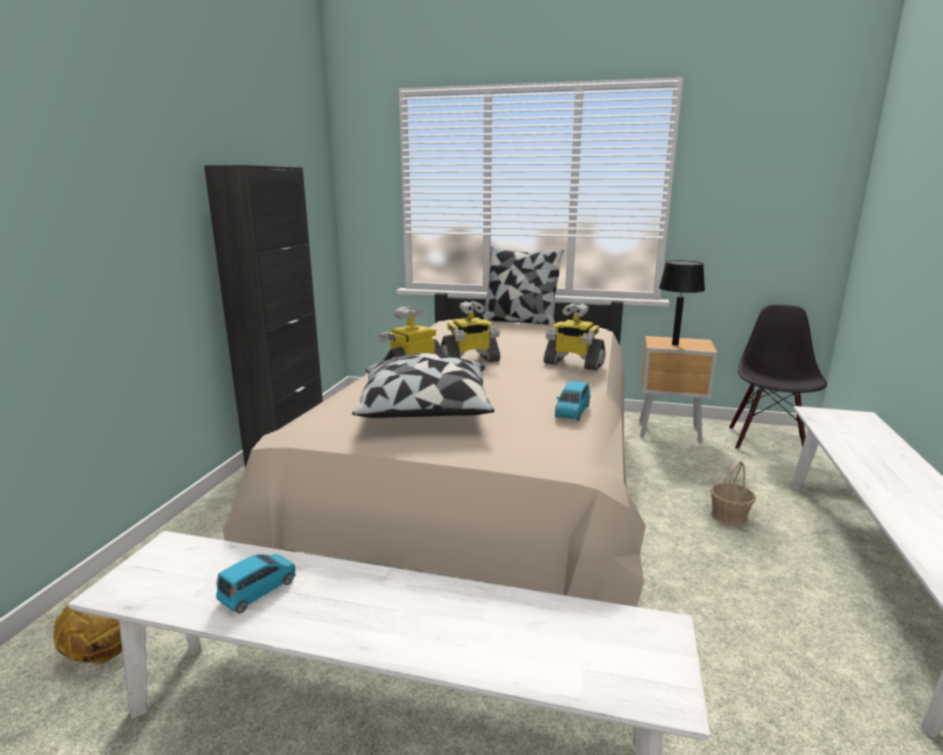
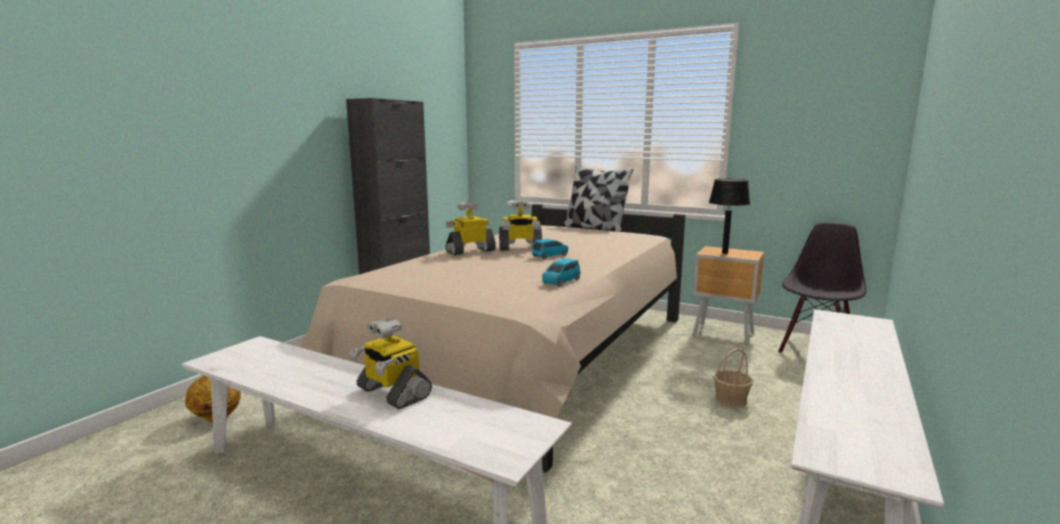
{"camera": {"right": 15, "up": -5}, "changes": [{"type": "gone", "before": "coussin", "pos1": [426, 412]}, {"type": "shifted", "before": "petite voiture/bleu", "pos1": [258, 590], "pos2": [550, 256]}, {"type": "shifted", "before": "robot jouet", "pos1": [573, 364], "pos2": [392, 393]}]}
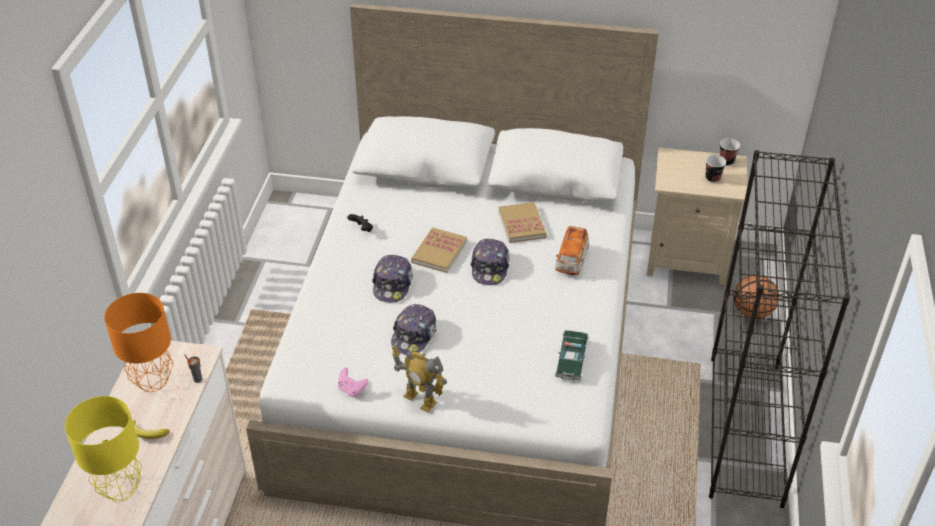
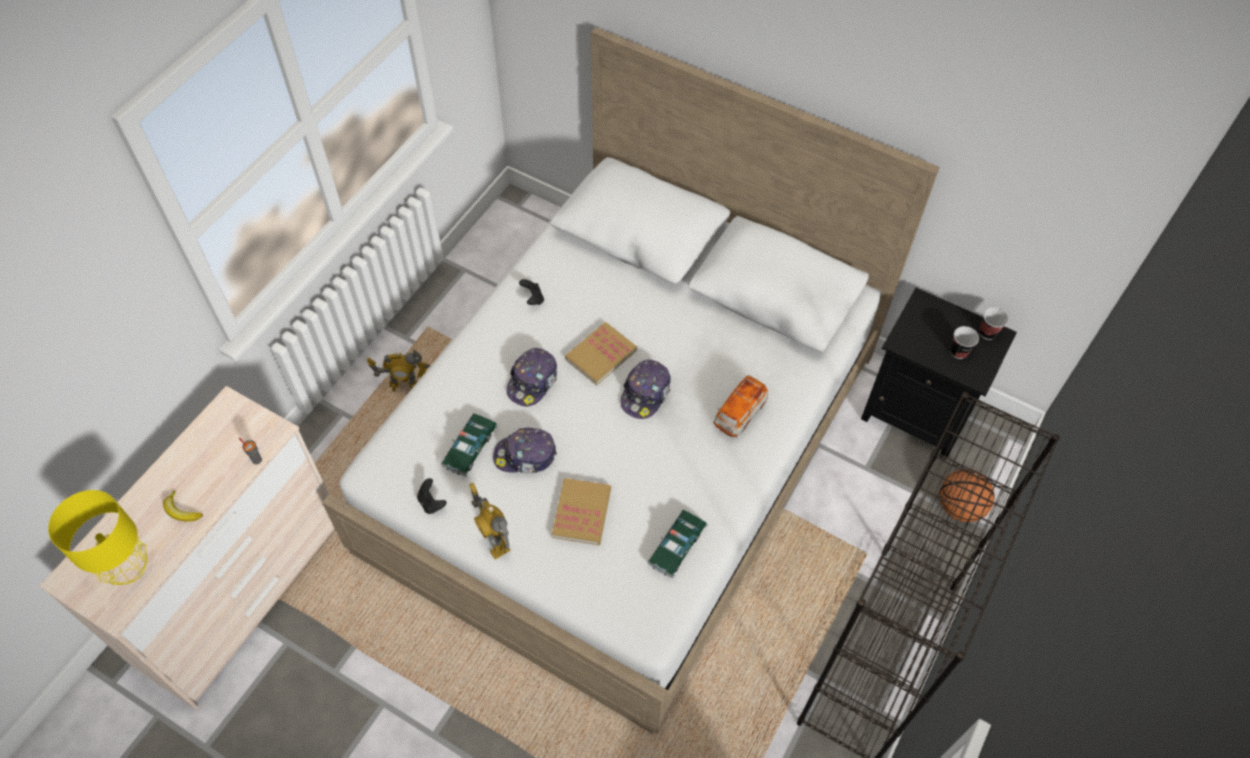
{"camera": {"right": 20, "up": 15}, "changes": [{"type": "gone", "before": "lampe de table/orange", "pos1": [153, 380]}, {"type": "new", "after": "robot jouet", "pos2": [405, 388]}, {"type": "new", "after": "petite voiture", "pos2": [470, 448]}, {"type": "shifted", "before": "livre", "pos1": [522, 224], "pos2": [581, 513]}, {"type": "repainted", "before": "manette/rose", "after": "manette/noir", "pos1": [351, 389], "pos2": [431, 502]}, {"type": "repainted", "before": "table de chevet/beige", "after": "table de chevet/noir", "pos1": [686, 259], "pos2": [917, 412]}, {"type": "rotated", "before": "casquette", "pos1": [414, 335], "pos2": [525, 456], "turn": 45}]}
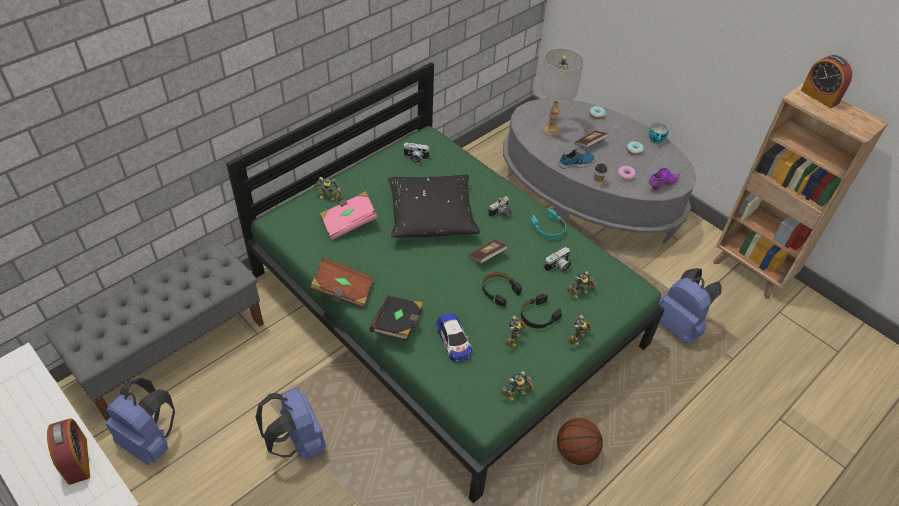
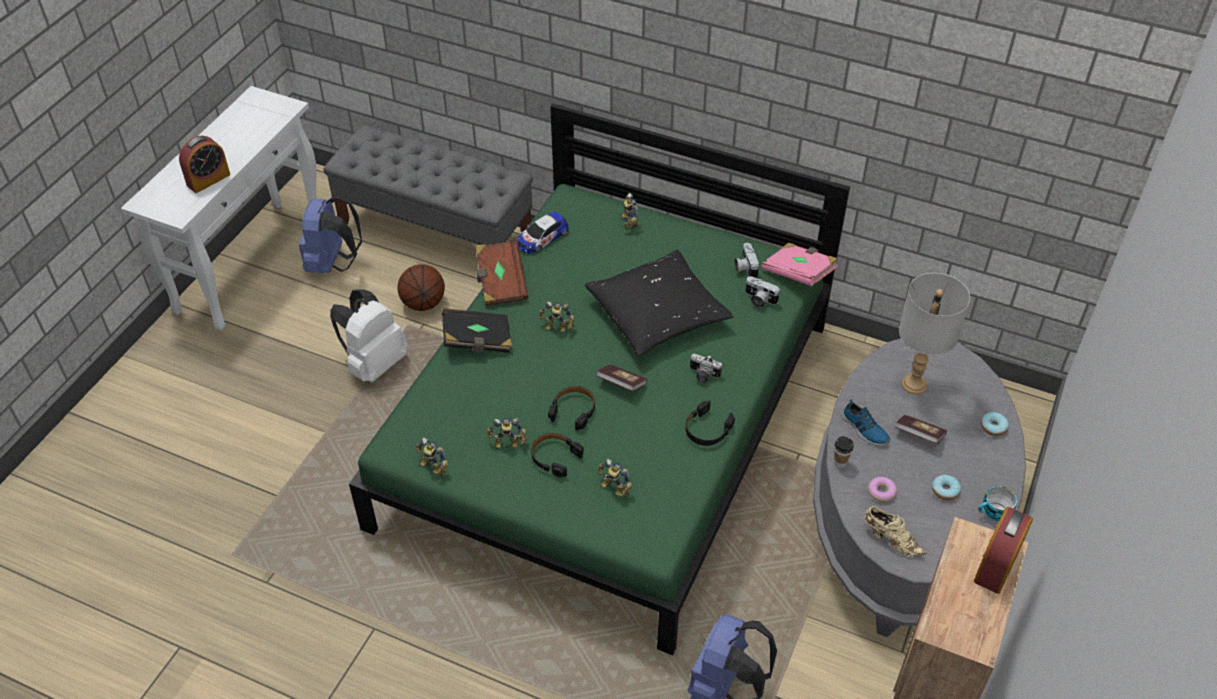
{"camera": {"right": 70, "up": 0}, "changes": [{"type": "shifted", "before": "livre/rose", "pos1": [349, 223], "pos2": [799, 274]}, {"type": "shifted", "before": "petite voiture", "pos1": [453, 340], "pos2": [542, 237]}, {"type": "shifted", "before": "appareil photo", "pos1": [558, 266], "pos2": [759, 300]}, {"type": "shifted", "before": "ballon de basket", "pos1": [575, 452], "pos2": [423, 303]}, {"type": "shifted", "before": "robot jouet", "pos1": [578, 339], "pos2": [556, 328]}, {"type": "repainted", "before": "sac à dos/bleu", "after": "sac à dos/blanc", "pos1": [298, 442], "pos2": [374, 364]}, {"type": "repainted", "before": "casque audio/turquoise", "after": "casque audio/noir", "pos1": [548, 229], "pos2": [707, 429]}, {"type": "repainted", "before": "chaussure/violet", "after": "chaussure/beige", "pos1": [661, 185], "pos2": [890, 539]}]}
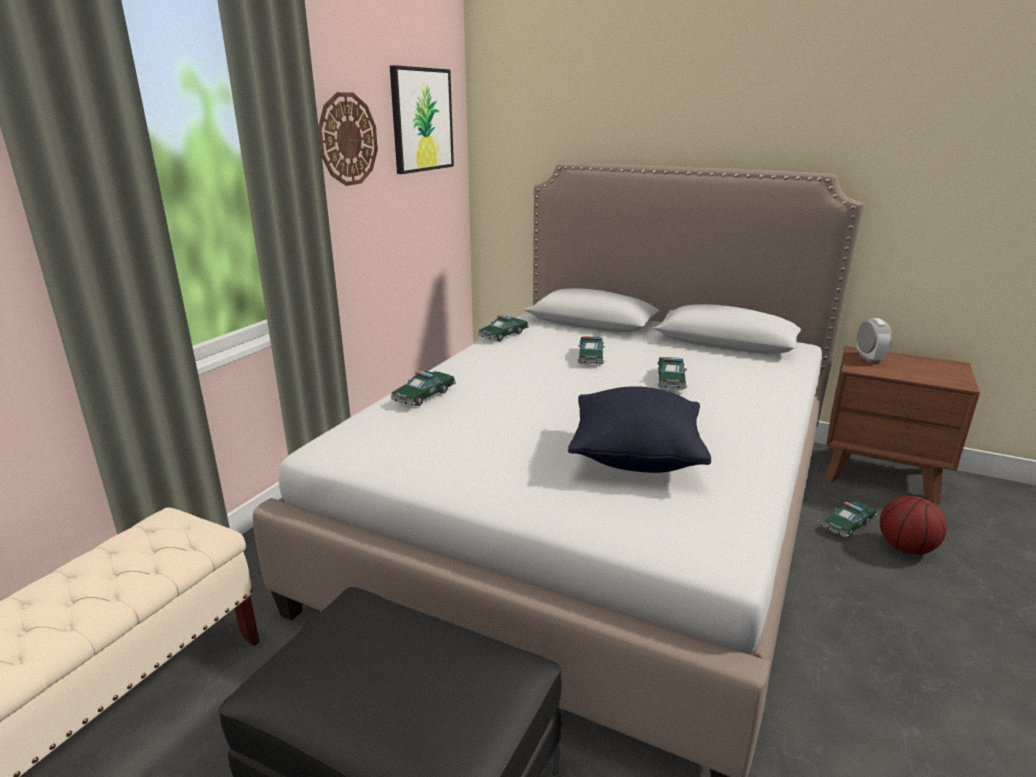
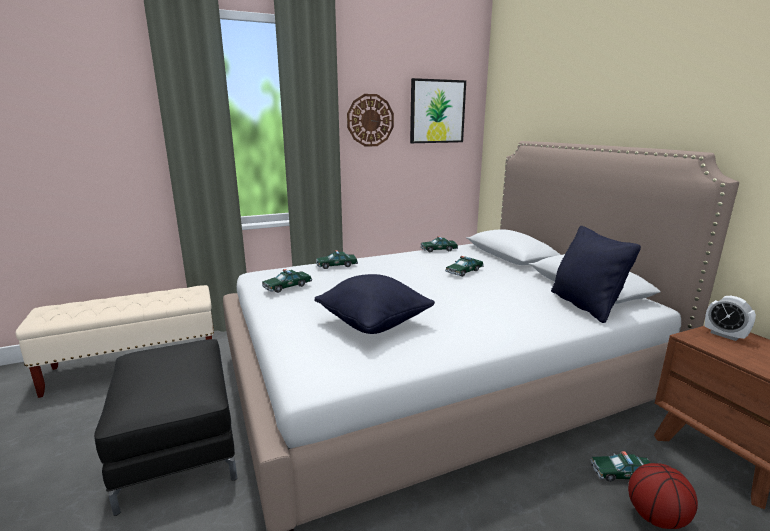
{"camera": {"right": 40, "up": -5}, "changes": [{"type": "new", "after": "coussin/noir", "pos2": [584, 305]}, {"type": "shifted", "before": "petite voiture", "pos1": [670, 380], "pos2": [287, 286]}, {"type": "rotated", "before": "réveil", "pos1": [869, 358], "pos2": [724, 335], "turn": 105}]}
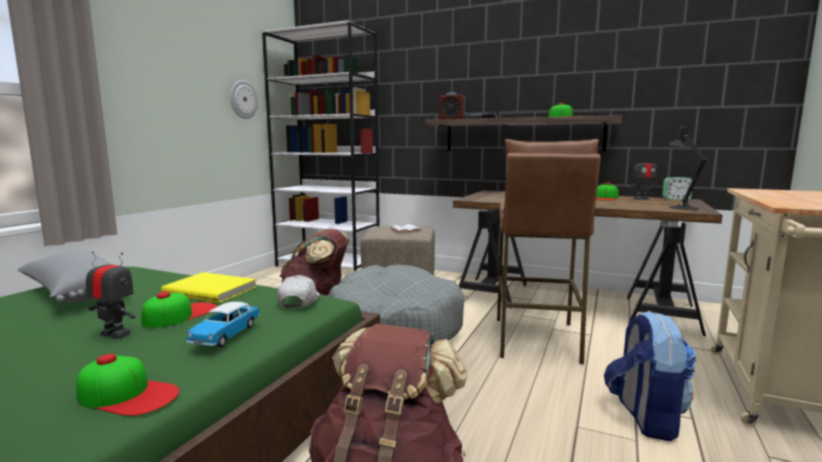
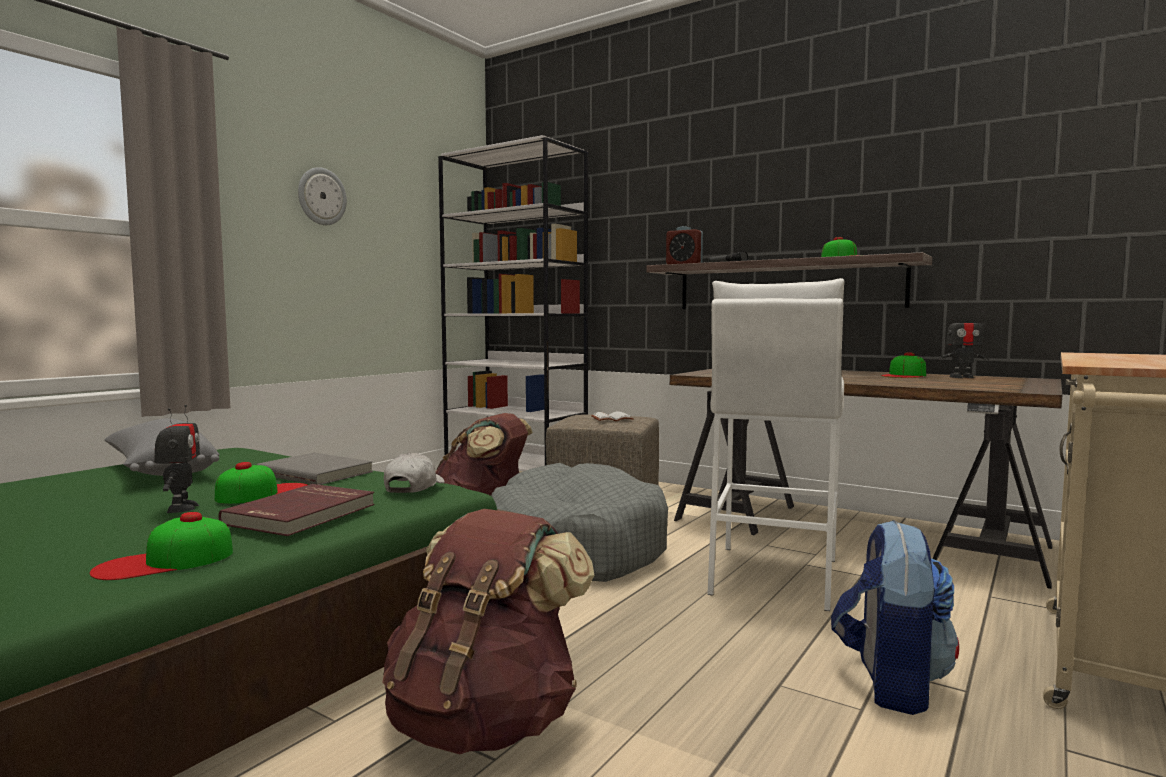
{"camera": {"right": 10, "up": -5}, "changes": [{"type": "gone", "before": "réveil", "pos1": [676, 199]}, {"type": "gone", "before": "lampe de table/noir", "pos1": [681, 207]}, {"type": "shifted", "before": "horloge murale", "pos1": [243, 99], "pos2": [321, 196]}, {"type": "swapped", "before": "petite voiture", "after": "livre/rouge", "pos1": [225, 335], "pos2": [302, 514]}, {"type": "repainted", "before": "livre/jaune", "after": "livre/gris", "pos1": [211, 290], "pos2": [317, 473]}, {"type": "repainted", "before": "tabouret/marron", "after": "tabouret/blanc", "pos1": [536, 339], "pos2": [772, 576]}, {"type": "rotated", "before": "casquette", "pos1": [128, 394], "pos2": [164, 562], "turn": 120}, {"type": "rotated", "before": "robot jouet", "pos1": [115, 334], "pos2": [181, 508], "turn": 45}]}
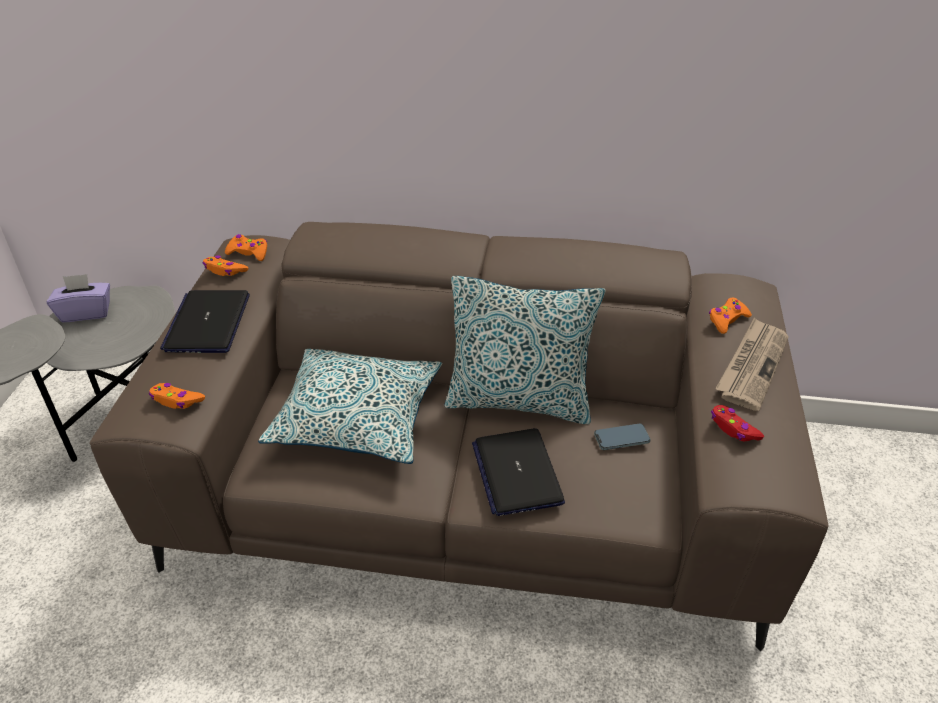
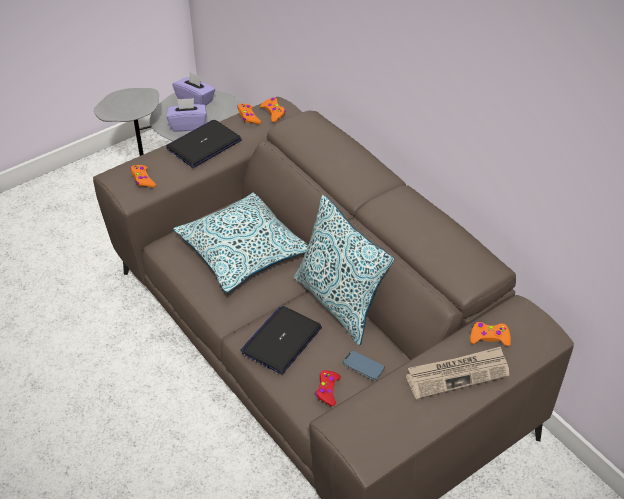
{"camera": {"right": 45, "up": 5}, "changes": [{"type": "new", "after": "boîte à mouchoirs/violet", "pos2": [188, 125]}, {"type": "shifted", "before": "manette/rouge", "pos1": [733, 429], "pos2": [327, 390]}]}
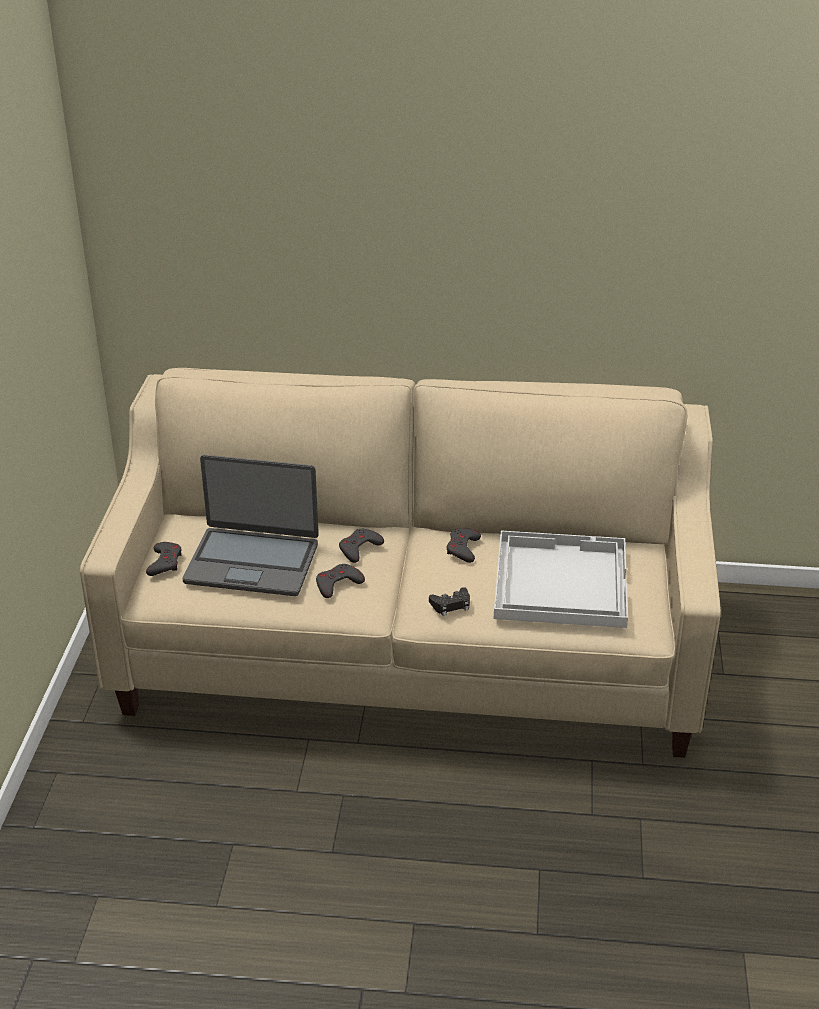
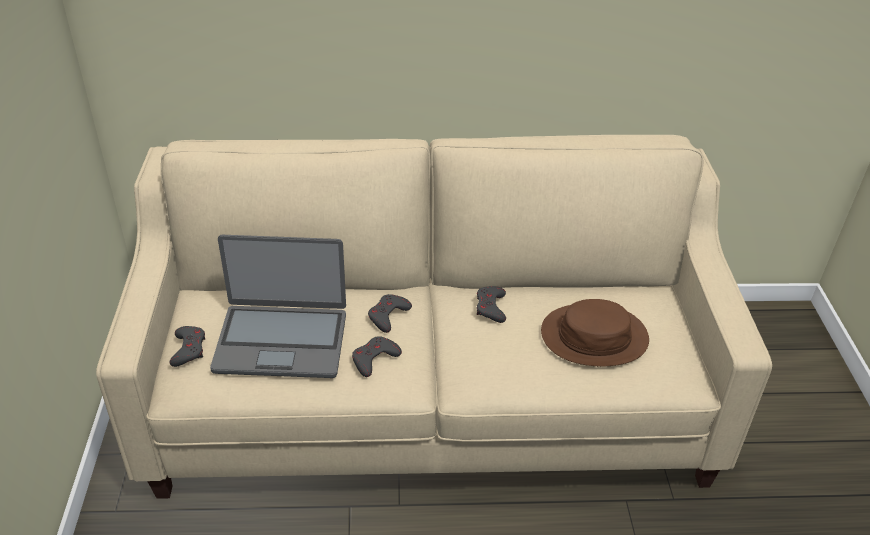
{"camera": {"right": -10, "up": 5}, "changes": [{"type": "gone", "before": "manette/noir", "pos1": [451, 605]}, {"type": "swapped", "before": "plateau/blanc", "after": "chapeau/marron", "pos1": [559, 581], "pos2": [594, 336]}]}
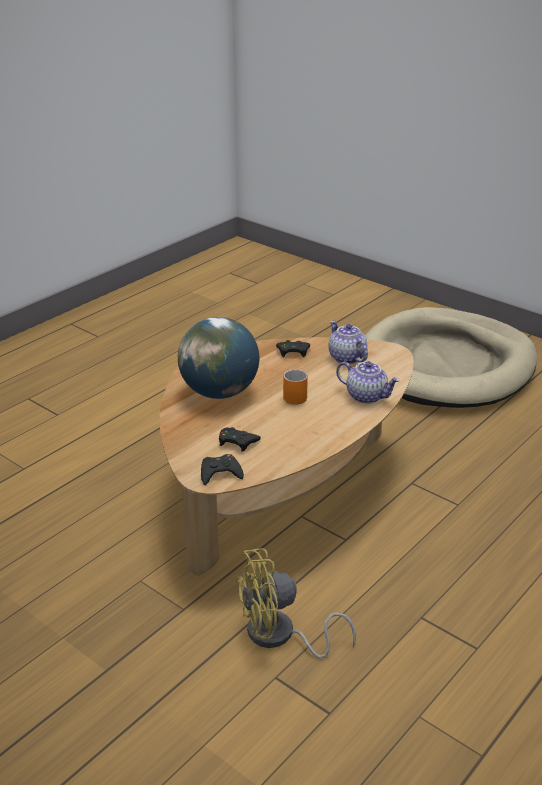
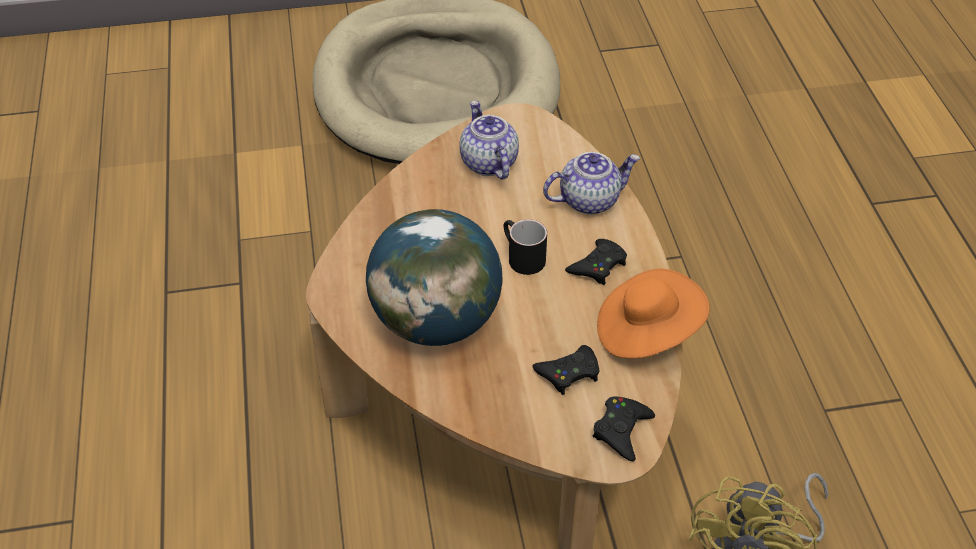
{"camera": {"right": -50, "up": 15}, "changes": [{"type": "new", "after": "chapeau/orange", "pos2": [646, 332]}, {"type": "shifted", "before": "manette/noir", "pos1": [293, 352], "pos2": [598, 266]}, {"type": "repainted", "before": "mug/orange", "after": "mug/noir", "pos1": [294, 395], "pos2": [521, 258]}, {"type": "rotated", "before": "théière", "pos1": [346, 358], "pos2": [488, 162], "turn": 60}]}
